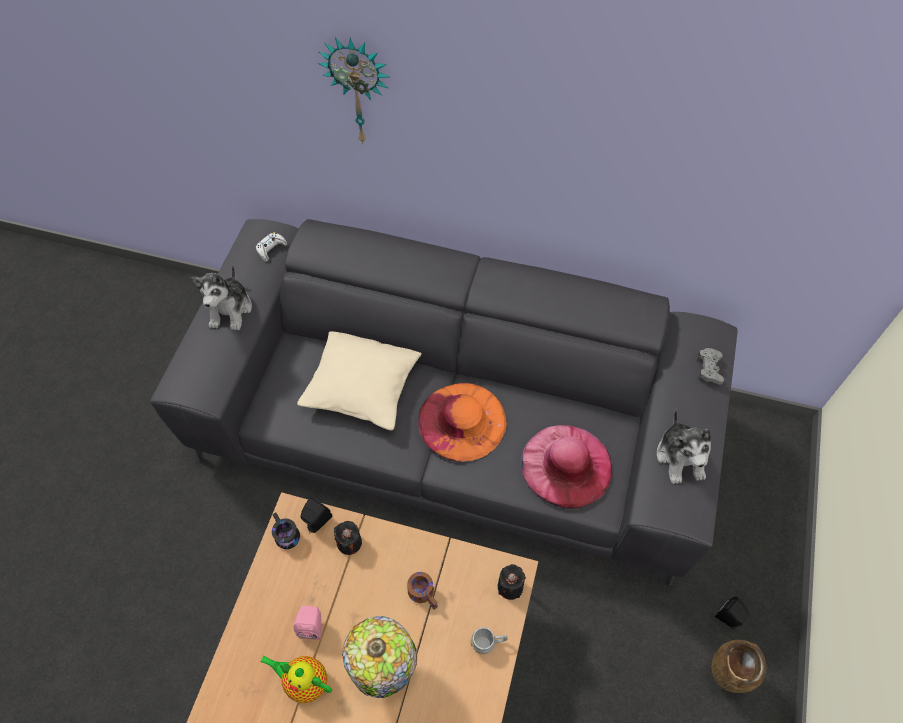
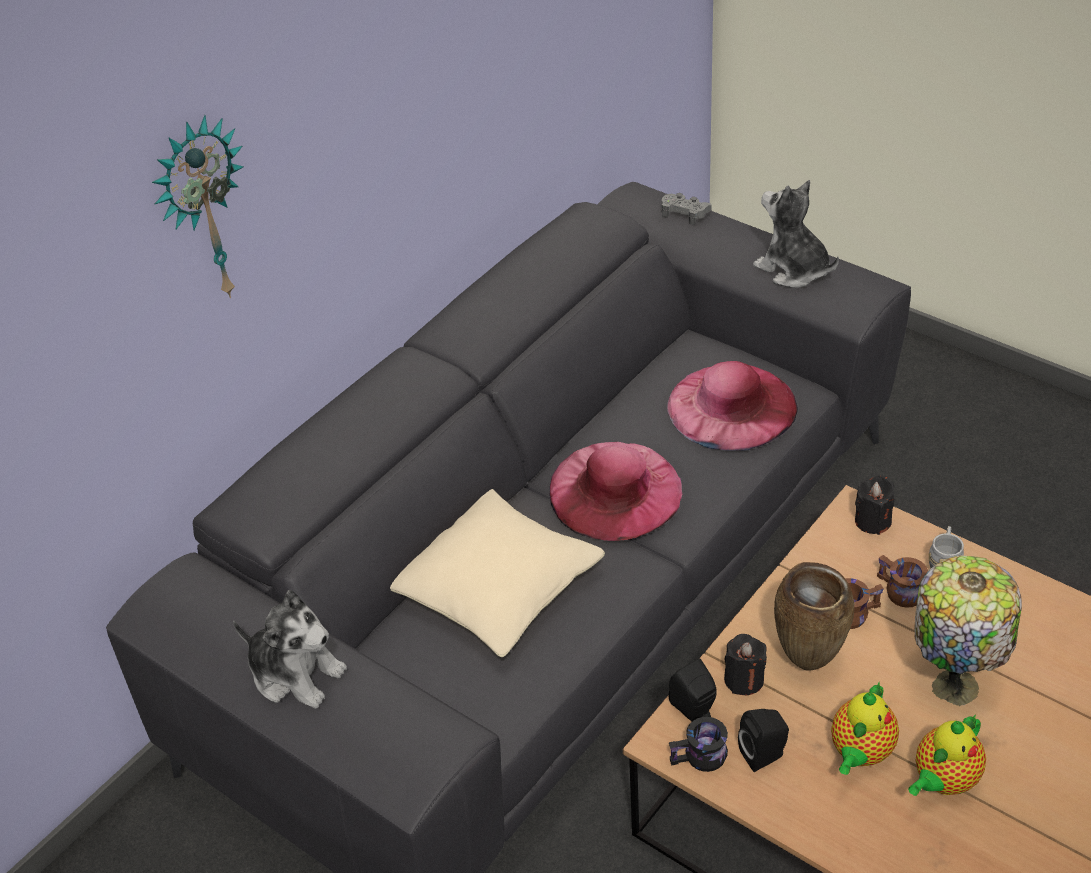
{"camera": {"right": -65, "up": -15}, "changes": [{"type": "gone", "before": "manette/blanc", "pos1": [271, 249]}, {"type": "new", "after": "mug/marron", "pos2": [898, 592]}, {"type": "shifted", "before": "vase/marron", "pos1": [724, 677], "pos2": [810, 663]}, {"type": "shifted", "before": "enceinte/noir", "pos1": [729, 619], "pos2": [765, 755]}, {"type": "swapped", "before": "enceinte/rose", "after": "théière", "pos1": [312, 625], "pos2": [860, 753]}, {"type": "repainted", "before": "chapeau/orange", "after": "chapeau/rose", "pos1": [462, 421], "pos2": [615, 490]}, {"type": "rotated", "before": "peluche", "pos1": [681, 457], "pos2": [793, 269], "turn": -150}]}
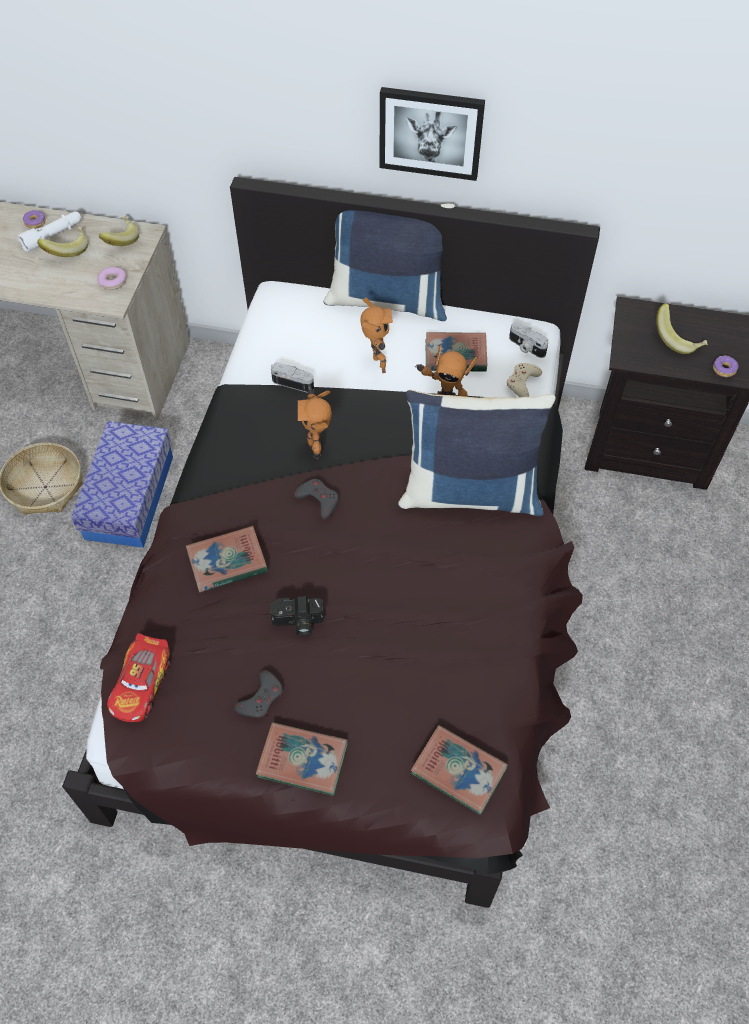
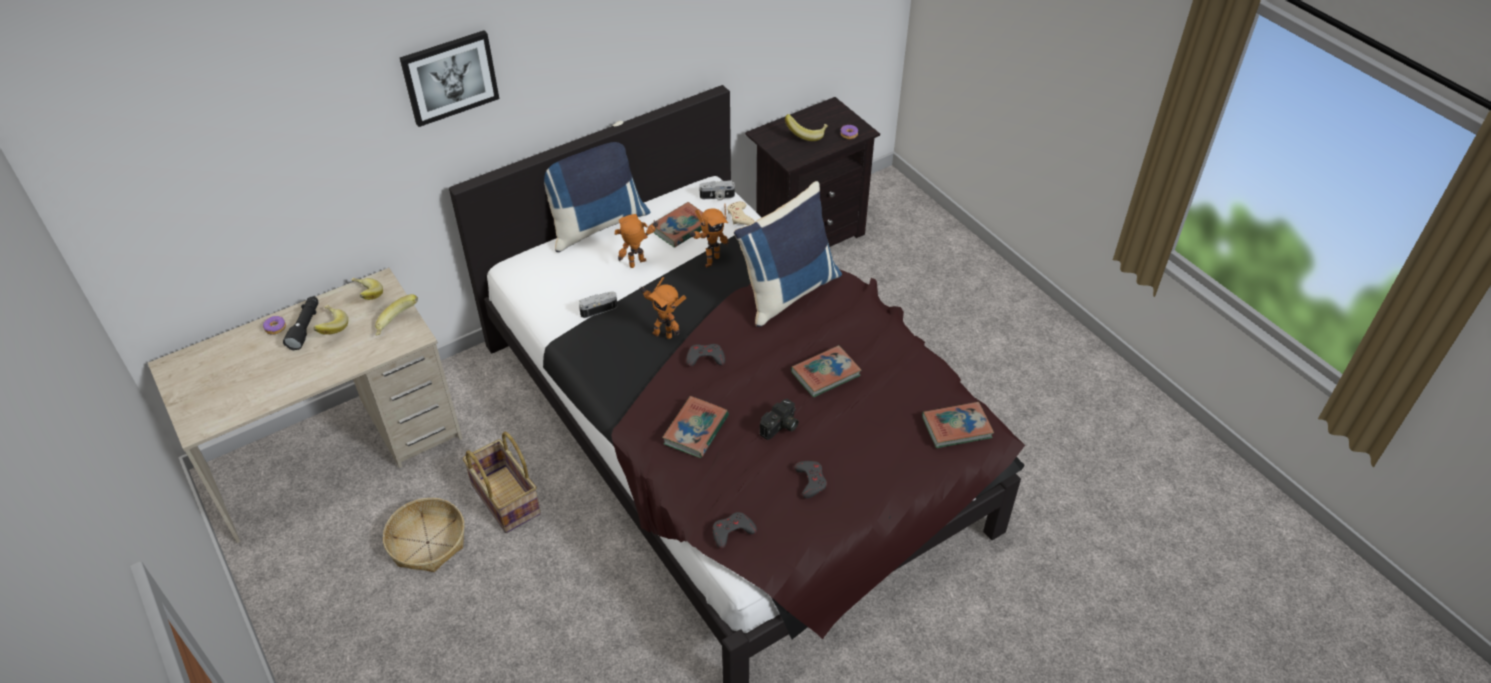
{"camera": {"right": -45, "up": -10}, "changes": [{"type": "shifted", "before": "livre", "pos1": [302, 760], "pos2": [825, 374]}, {"type": "shifted", "before": "tableau", "pos1": [430, 132], "pos2": [449, 77]}, {"type": "swapped", "before": "boîte de rangement", "after": "panier", "pos1": [129, 497], "pos2": [504, 499]}, {"type": "swapped", "before": "beignet", "after": "banane", "pos1": [113, 282], "pos2": [398, 325]}, {"type": "swapped", "before": "petite voiture", "after": "manette/gris", "pos1": [142, 684], "pos2": [732, 532]}, {"type": "repainted", "before": "lampe de poche/blanc", "after": "lampe de poche/noir", "pos1": [53, 236], "pos2": [305, 327]}, {"type": "rotated", "before": "robot jouet", "pos1": [376, 366], "pos2": [639, 265], "turn": -60}]}
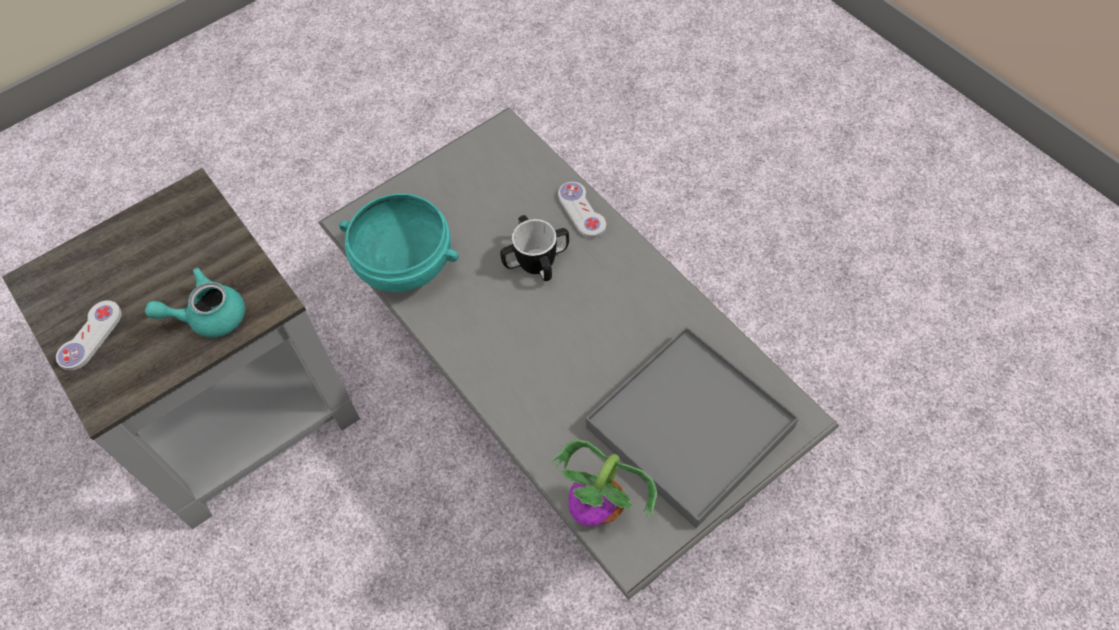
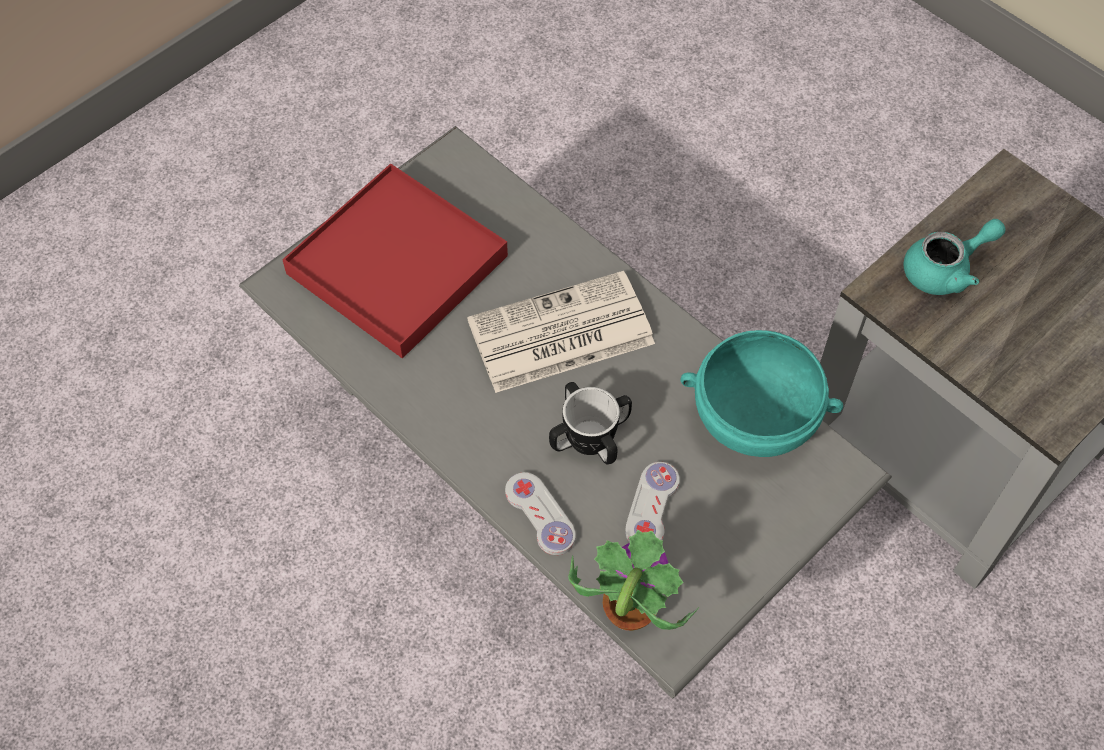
{"camera": {"right": 170, "up": 0}, "changes": [{"type": "new", "after": "journal", "pos2": [559, 334]}, {"type": "shifted", "before": "manette/blanc", "pos1": [91, 336], "pos2": [652, 506]}, {"type": "shifted", "before": "plante en pot", "pos1": [602, 507], "pos2": [627, 612]}, {"type": "repainted", "before": "plateau/gris", "after": "plateau/rouge", "pos1": [690, 428], "pos2": [397, 264]}]}
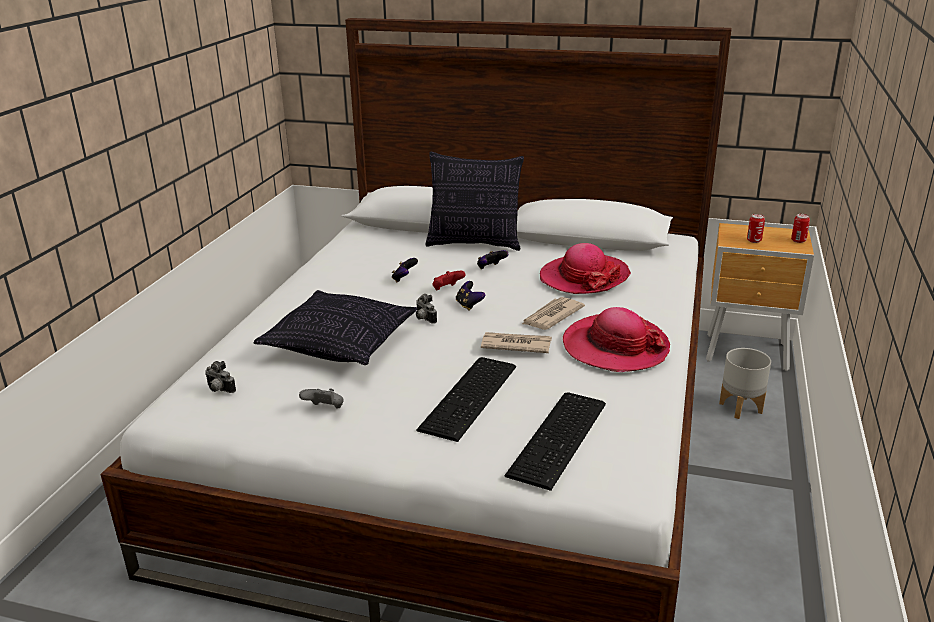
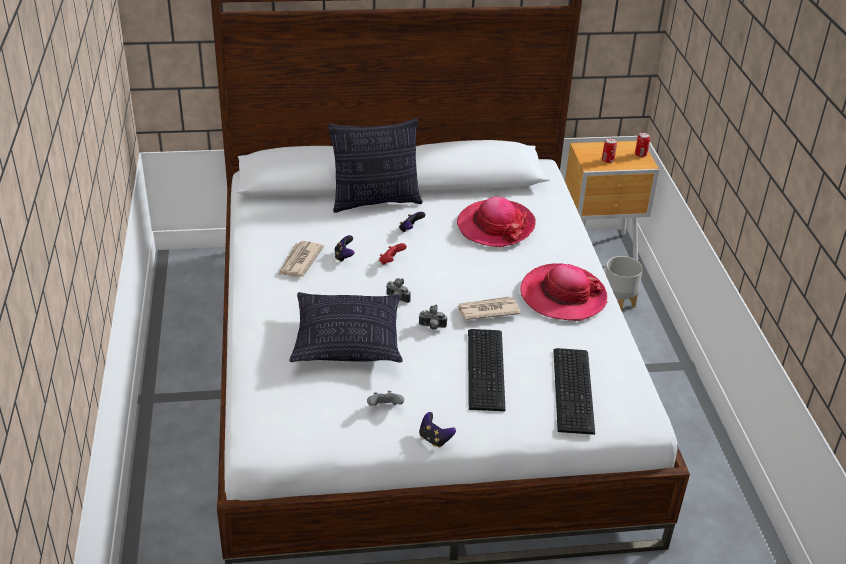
{"camera": {"right": -25, "up": 10}, "changes": [{"type": "shifted", "before": "appareil photo", "pos1": [219, 390], "pos2": [432, 327]}, {"type": "shifted", "before": "manette", "pos1": [469, 305], "pos2": [435, 439]}, {"type": "shifted", "before": "journal", "pos1": [551, 316], "pos2": [299, 261]}]}
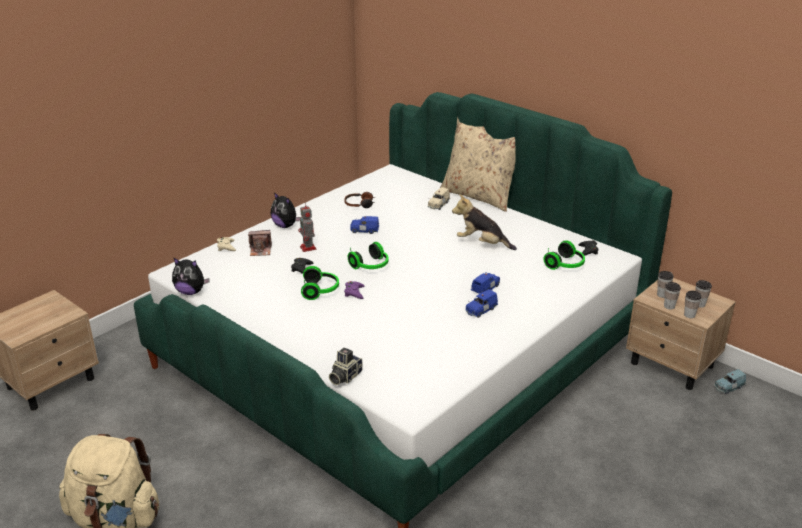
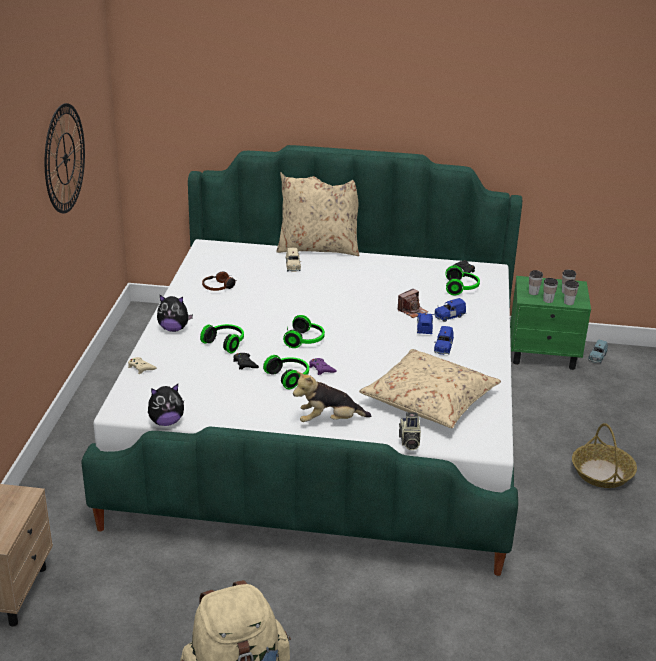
{"camera": {"right": -35, "up": 0}, "changes": [{"type": "new", "after": "horloge murale", "pos2": [65, 158]}, {"type": "new", "after": "coussin/beige", "pos2": [429, 400]}, {"type": "new", "after": "panier", "pos2": [602, 473]}, {"type": "shifted", "before": "appareil photo", "pos1": [260, 250], "pos2": [412, 311]}, {"type": "shifted", "before": "petite voiture/bleu", "pos1": [364, 230], "pos2": [449, 316]}, {"type": "shifted", "before": "peluche", "pos1": [482, 243], "pos2": [329, 421]}, {"type": "swapped", "before": "robot jouet", "after": "casque audio", "pos1": [308, 248], "pos2": [225, 343]}, {"type": "repainted", "before": "table de chevet/beige", "after": "table de chevet/vert", "pos1": [672, 365], "pos2": [544, 354]}]}
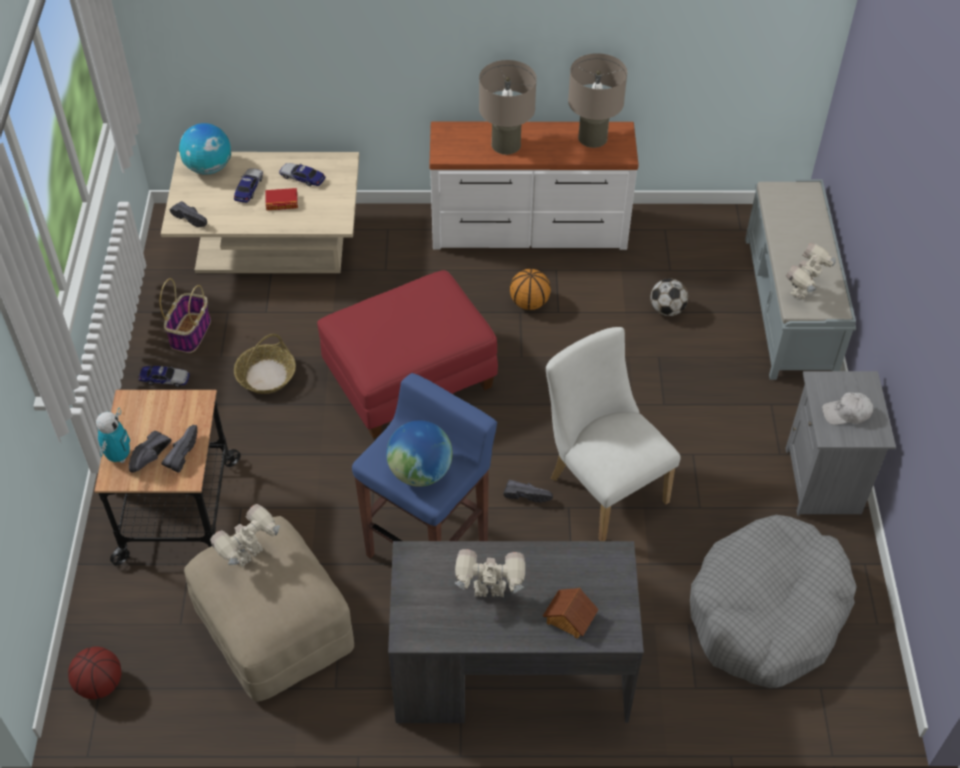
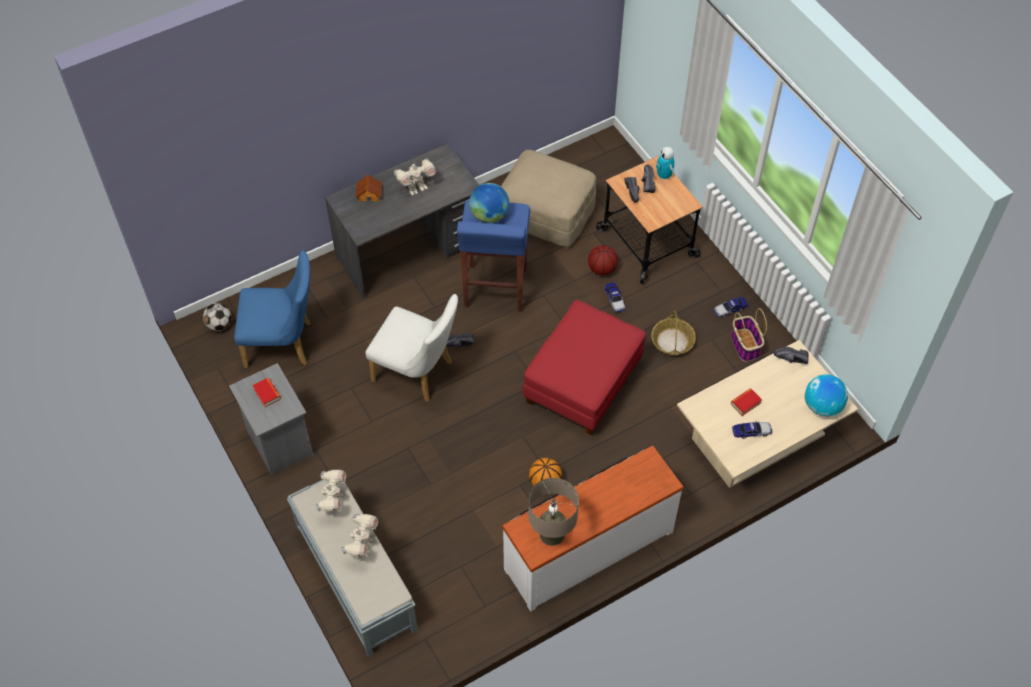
{"camera": {"right": 150, "up": 5}, "changes": [{"type": "gone", "before": "lampe de table/beige", "pos1": [506, 144]}, {"type": "shifted", "before": "ballon de basket", "pos1": [100, 684], "pos2": [601, 269]}, {"type": "shifted", "before": "robot jouet", "pos1": [250, 556], "pos2": [363, 547]}, {"type": "shifted", "before": "petite voiture", "pos1": [249, 188], "pos2": [614, 299]}, {"type": "shifted", "before": "ballon de foot", "pos1": [667, 309], "pos2": [219, 325]}, {"type": "swapped", "before": "panier pour chien/gris", "after": "chaise/bleu", "pos1": [767, 612], "pos2": [284, 344]}, {"type": "swapped", "before": "casquette/blanc", "after": "livre", "pos1": [846, 413], "pos2": [267, 394]}]}
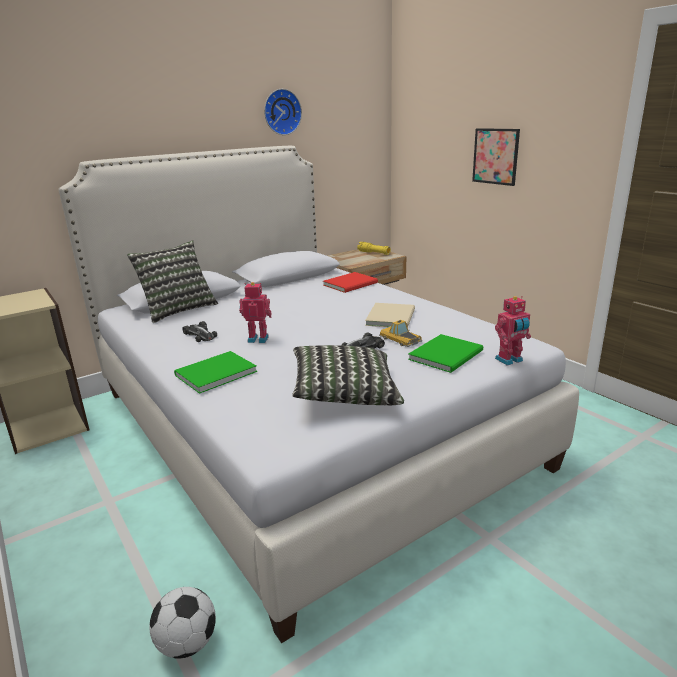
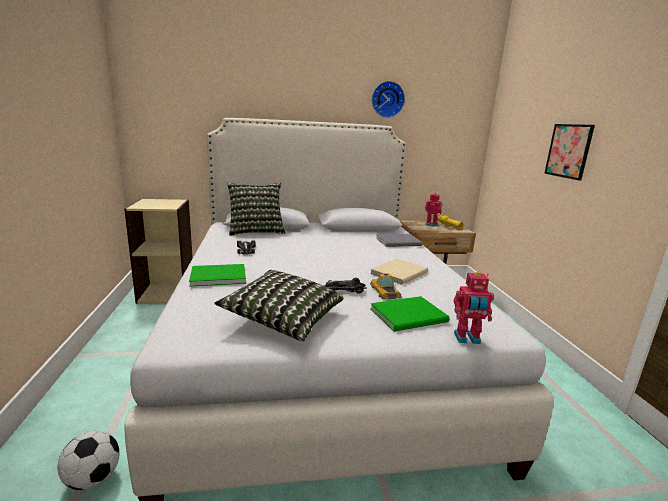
{"camera": {"right": 25, "up": -5}, "changes": [{"type": "shifted", "before": "robot jouet", "pos1": [258, 338], "pos2": [431, 224]}, {"type": "repainted", "before": "livre/rouge", "after": "livre/gris", "pos1": [352, 284], "pos2": [400, 242]}]}
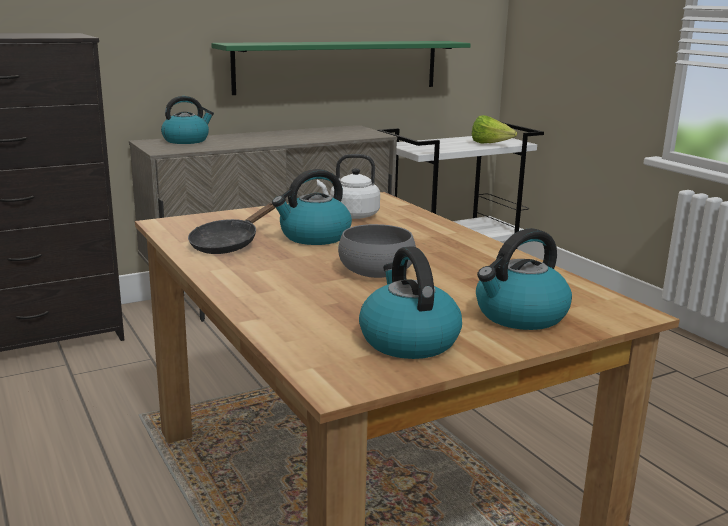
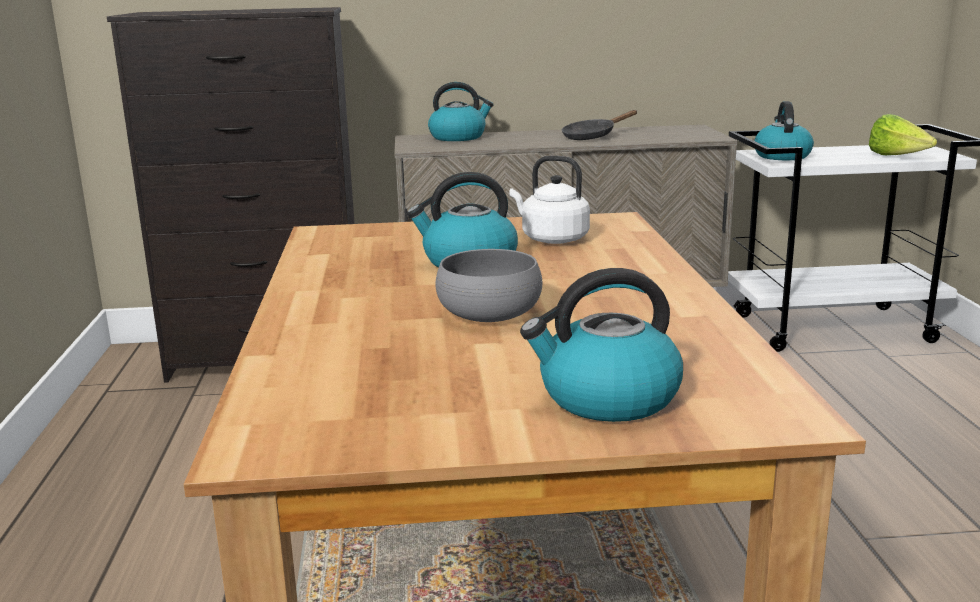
{"camera": {"right": 25, "up": 0}, "changes": [{"type": "gone", "before": "étagère/vert", "pos1": [339, 66]}, {"type": "shifted", "before": "poêle/noir", "pos1": [228, 244], "pos2": [592, 136]}, {"type": "shifted", "before": "bouilloire", "pos1": [407, 340], "pos2": [781, 156]}]}
